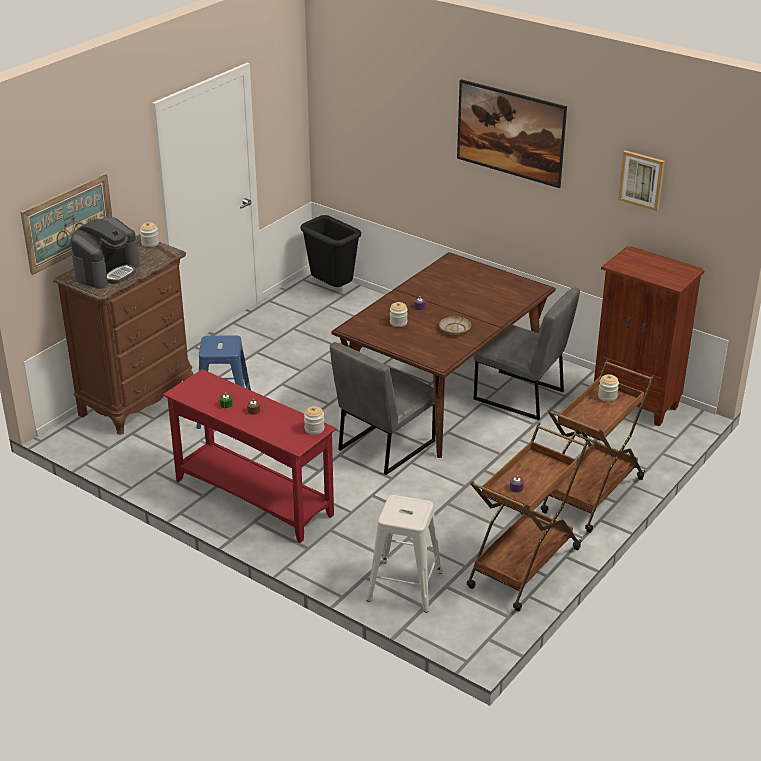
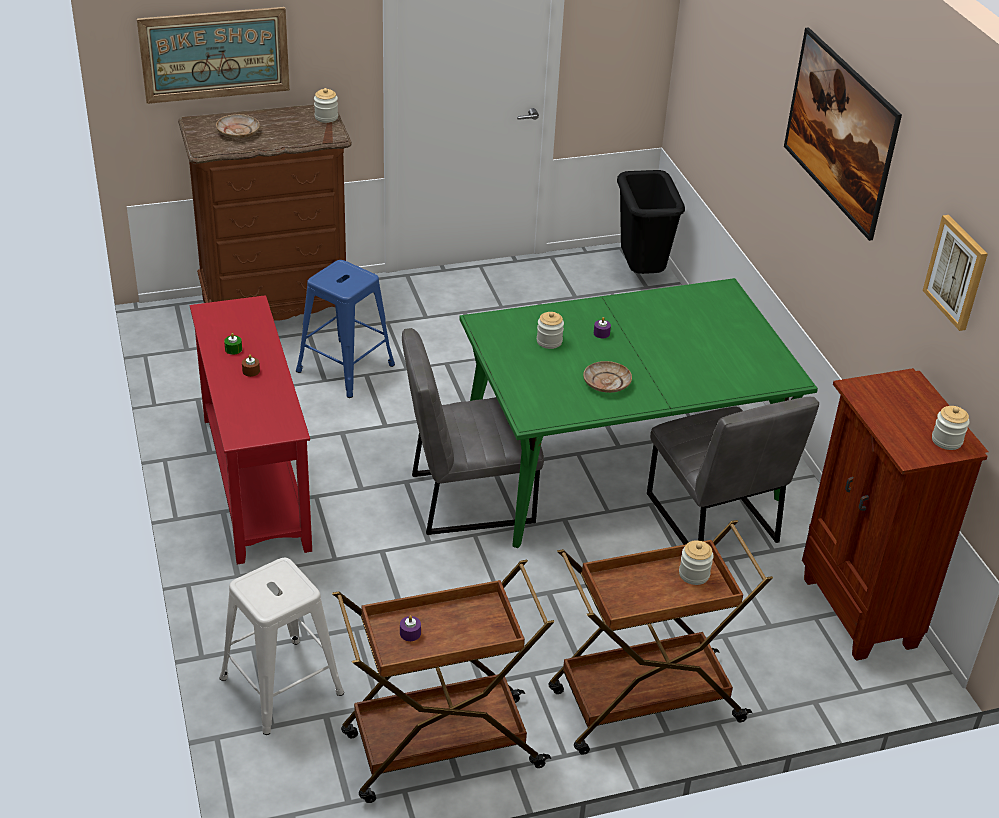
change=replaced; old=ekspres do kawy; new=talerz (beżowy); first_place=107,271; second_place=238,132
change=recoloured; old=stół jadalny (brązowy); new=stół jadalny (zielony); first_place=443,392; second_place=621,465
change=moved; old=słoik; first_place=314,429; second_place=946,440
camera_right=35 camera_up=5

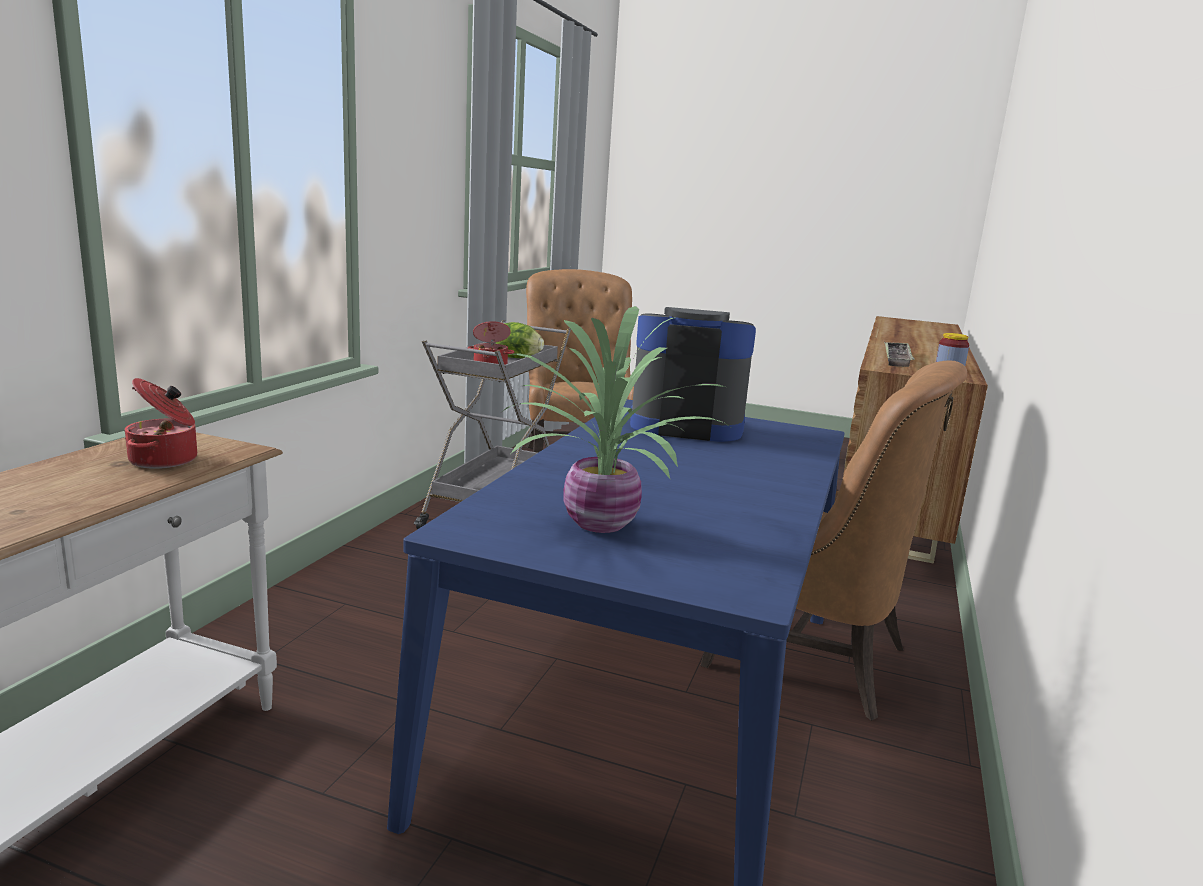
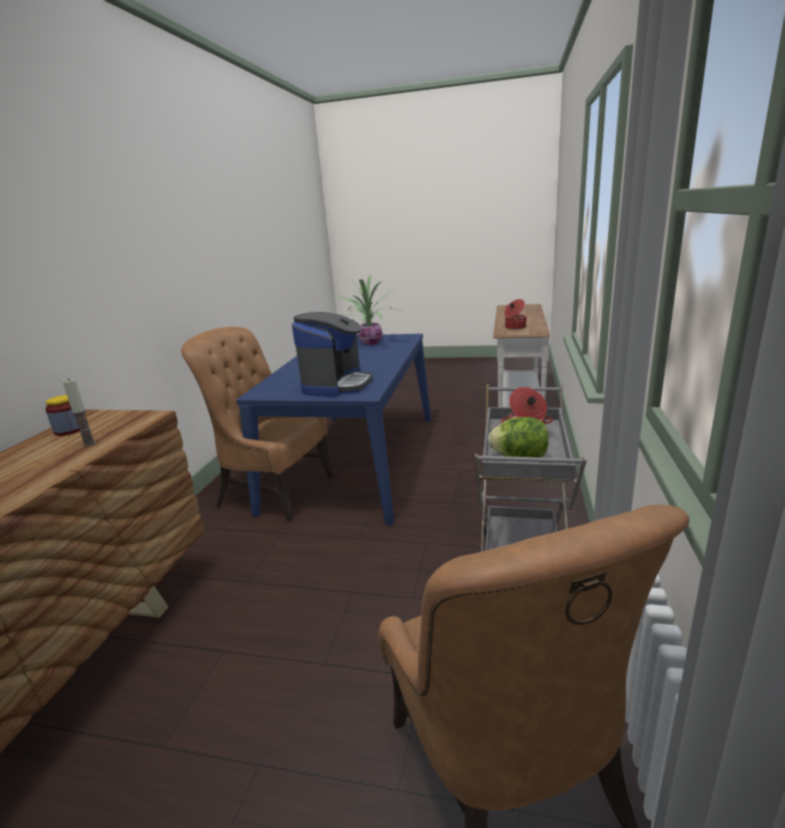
change=replaced; old=taca; new=świeca; first_place=896,358; second_place=89,444
change=turned; old=ekspres do kawy; first_place=686,425; second_place=336,385; degrees=-75
camera_right=175 camera_up=5

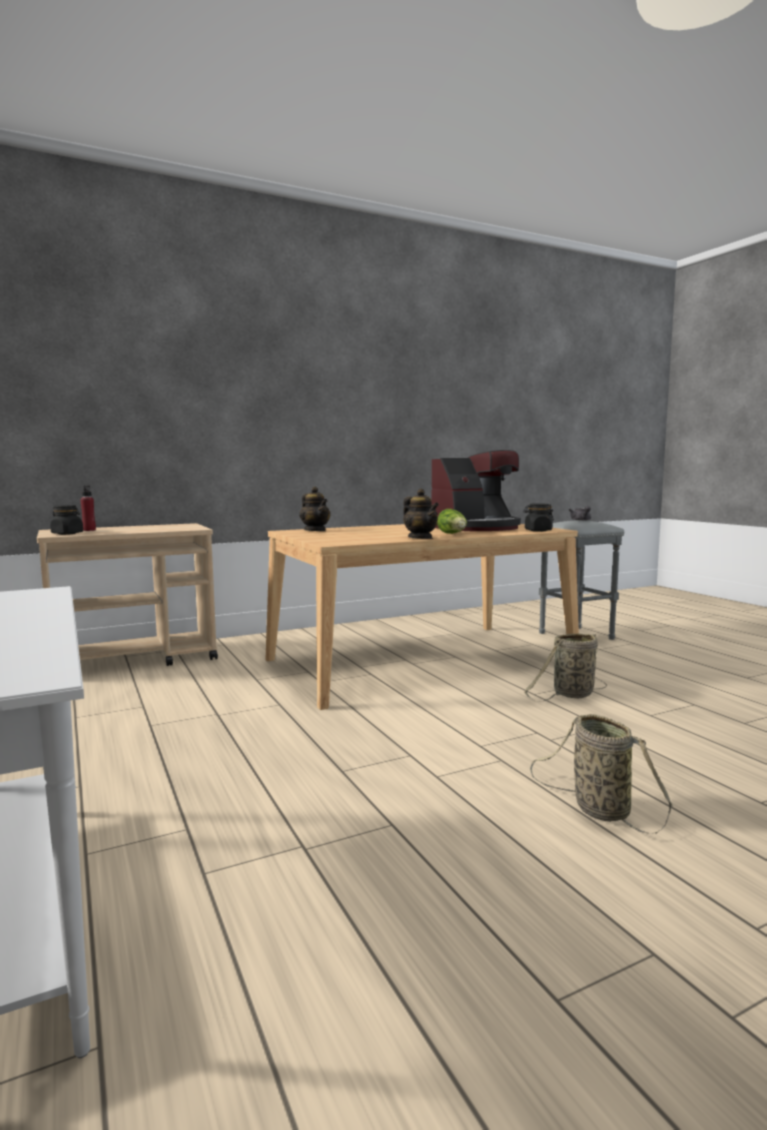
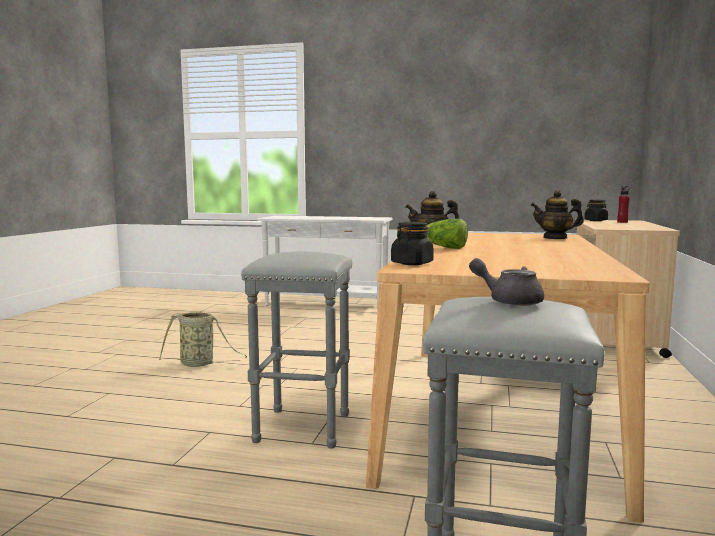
change=replaced; old=koszyk; new=stołek (szary); first_place=571,695; second_place=301,426
change=removed; old=ekspres do kawy; first_place=476,528
camera_right=130 camera_up=0

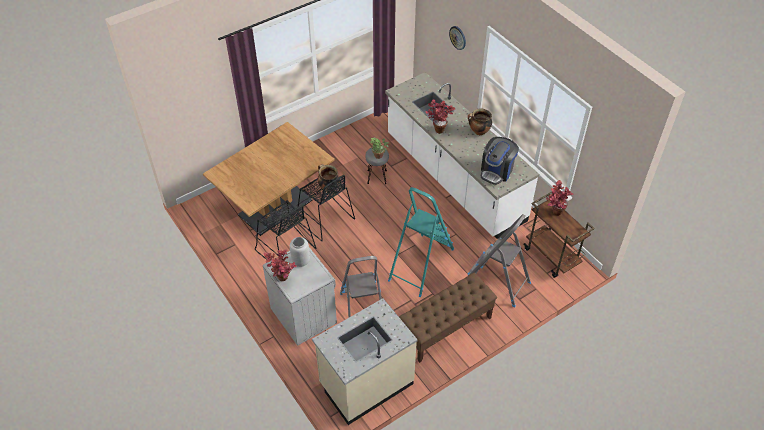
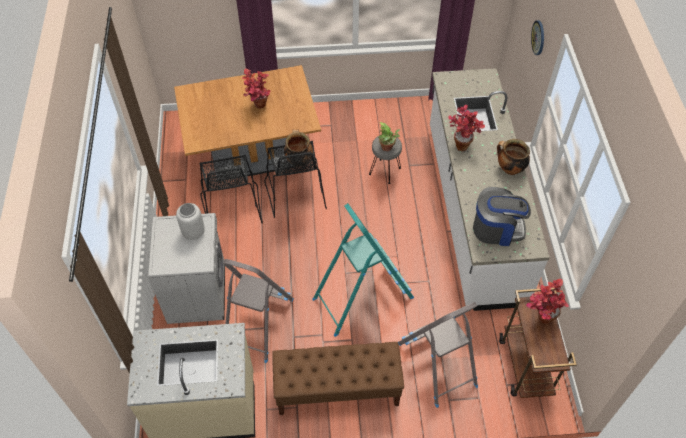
change=moved; old=roślina doniczkowa; first_place=283,280; second_place=258,108
change=turned; old=ekspres do kawy; first_place=497,171; second_place=497,229; degrees=-150
camera_right=30 camera_up=5

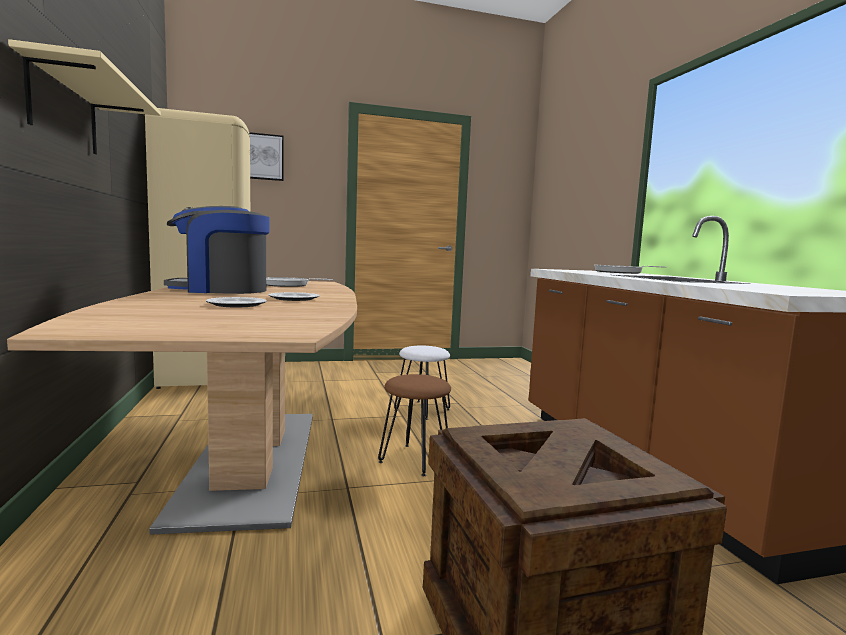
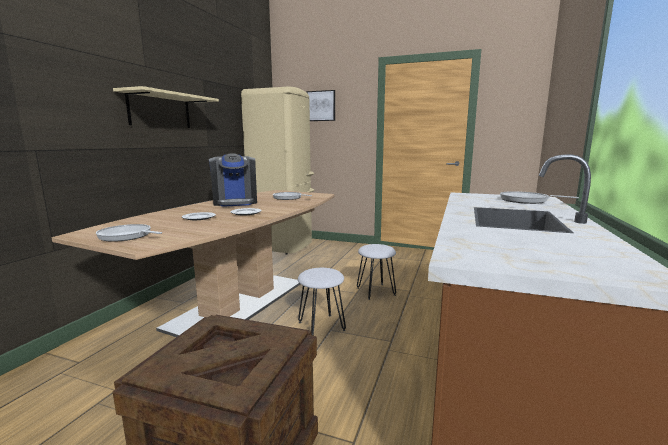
change=added; new=patelnia; second_place=127,236
change=turned; old=ekspres do kawy; first_place=221,290; second_place=235,202; degrees=-135
change=recoloured; old=stołek (brązowy); new=stołek (biały); first_place=415,459; second_place=321,326
camera_right=35 camera_up=5

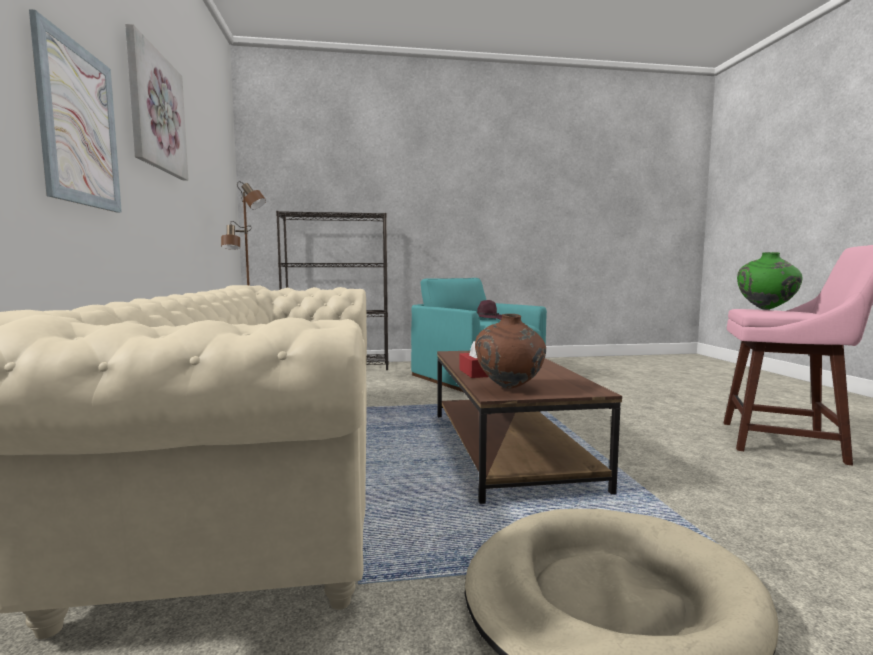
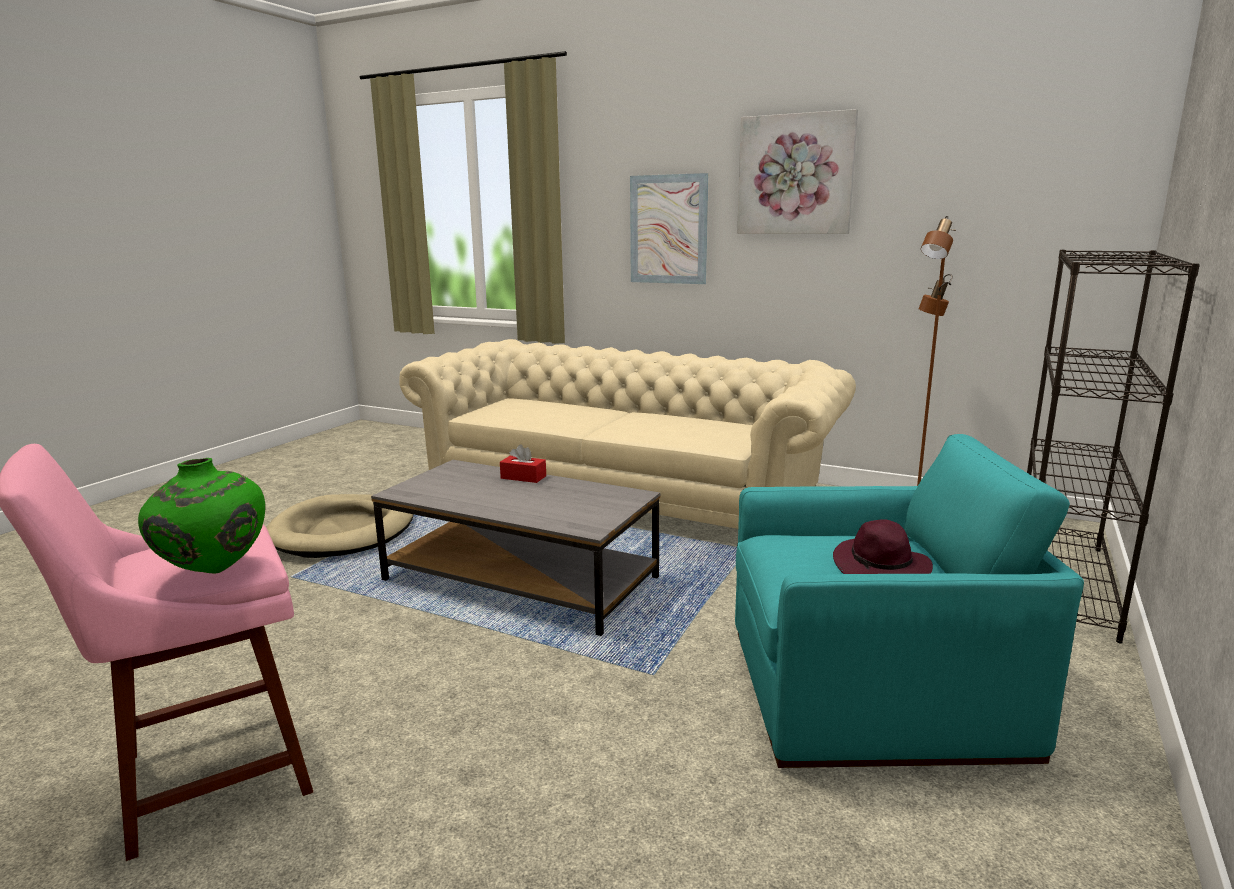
change=recoloured; old=ława (brązowy); new=ława (szary); first_place=507,448; second_place=520,578
change=removed; old=wazon (brązowy); first_place=509,388
camera_right=125 camera_up=10

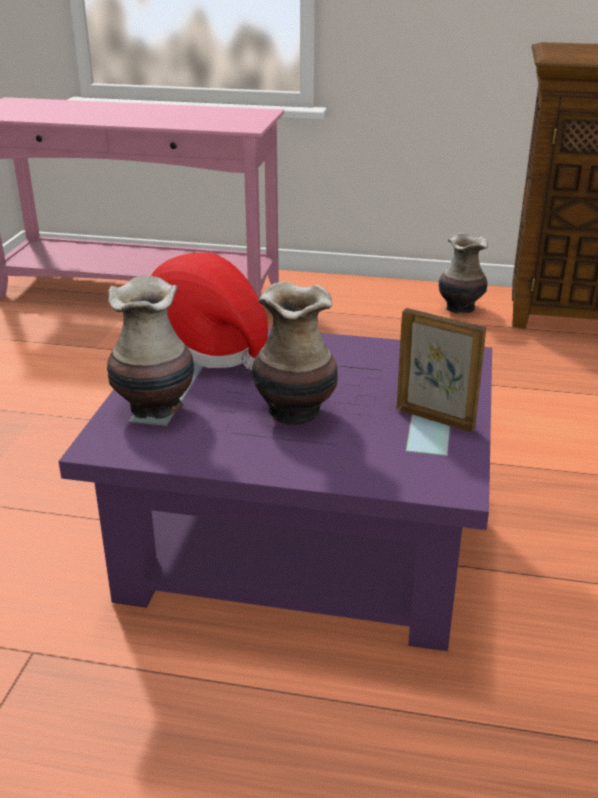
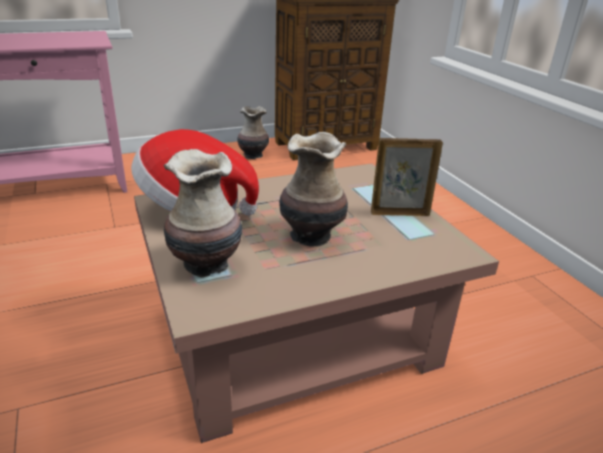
change=recoloured; old=ława (fioletowy); new=ława (brązowy); first_place=297,545; second_place=296,337
camera_right=-35 camera_up=0

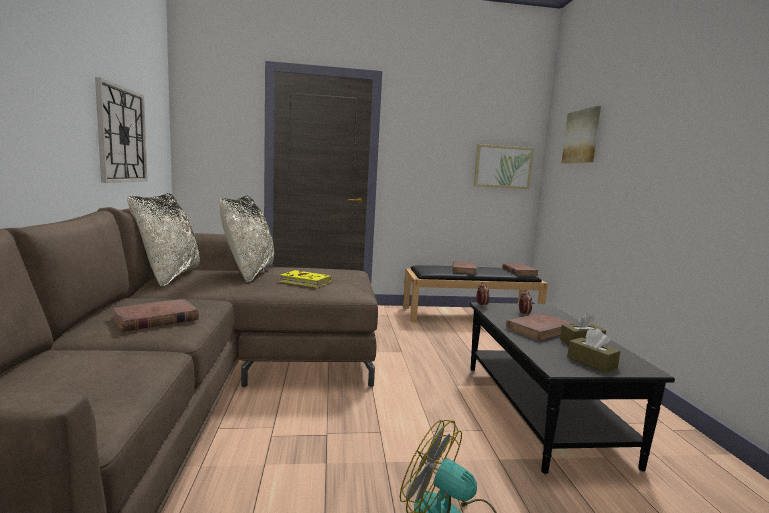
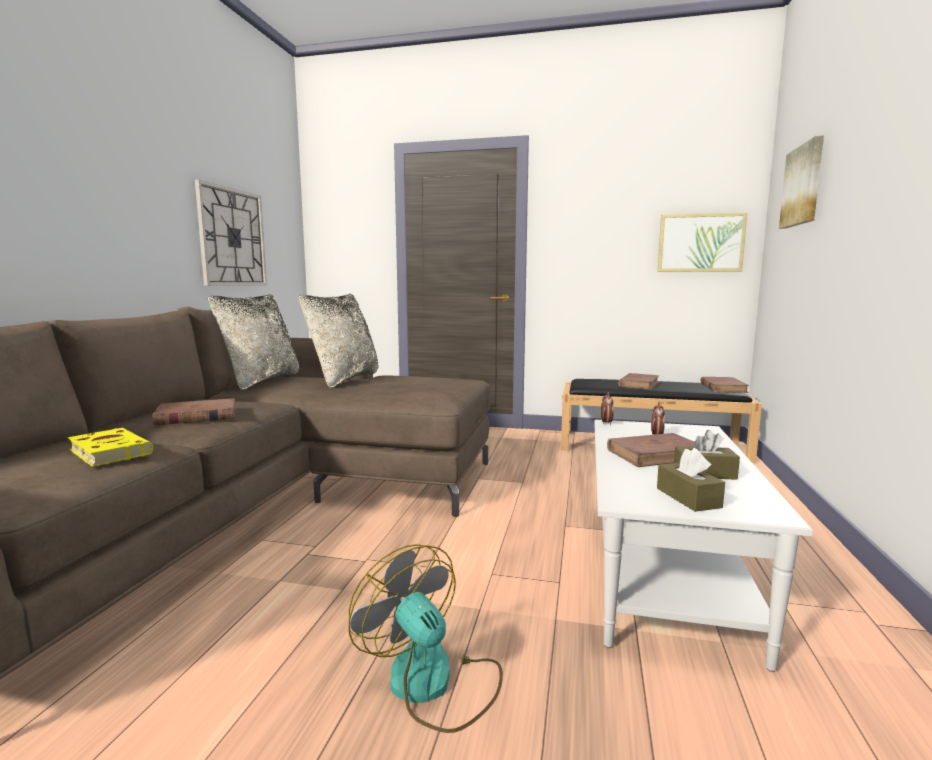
change=moved; old=książka (żółty); first_place=304,282; second_place=109,452
change=recoloured; old=ława (czarny); new=ława (biały); first_place=540,410; second_place=663,569
camera_right=20 camera_up=0

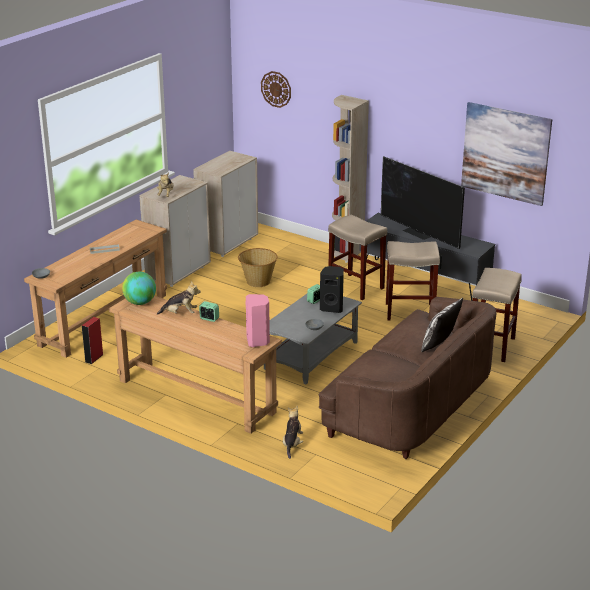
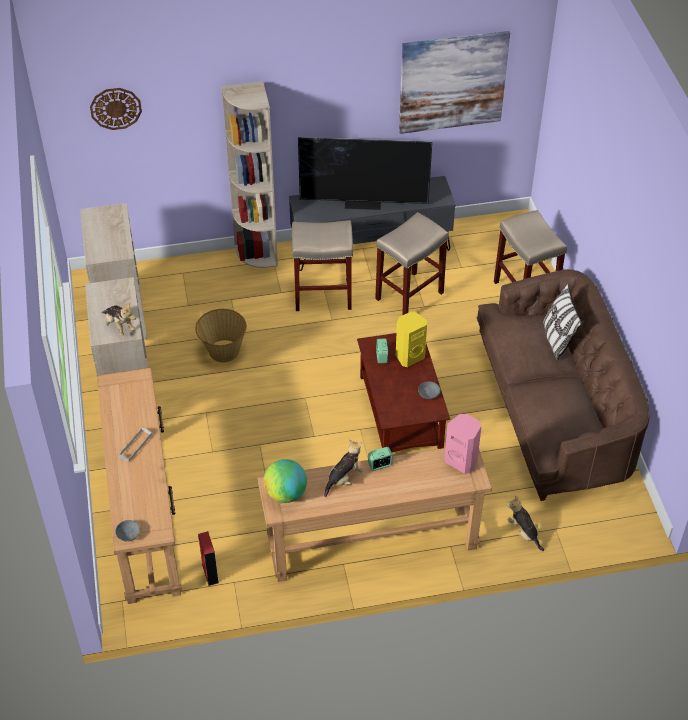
change=recoloured; old=ława (szary); new=ława (brązowy); first_place=311,356; second_place=401,415
change=recoloured; old=głośnik (czarny); new=głośnik (żółty); first_place=332,308; second_place=409,356
camera_right=-45 camera_up=20

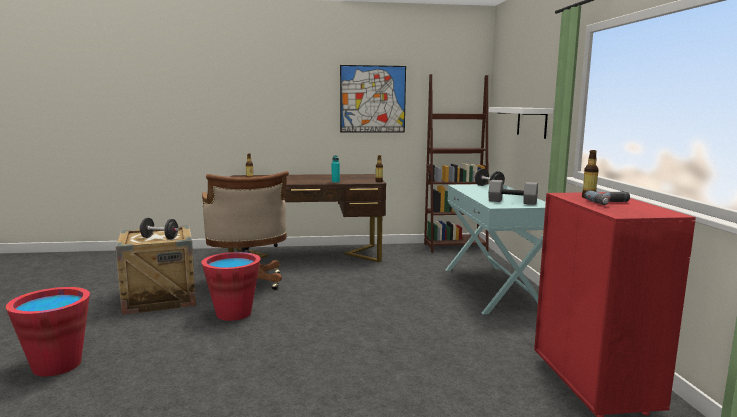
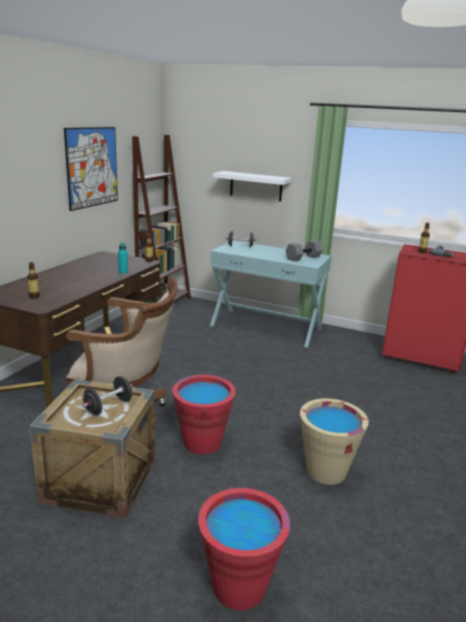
change=added; new=wiadro (beżowy); second_place=326,471
camera_right=-60 camera_up=10

